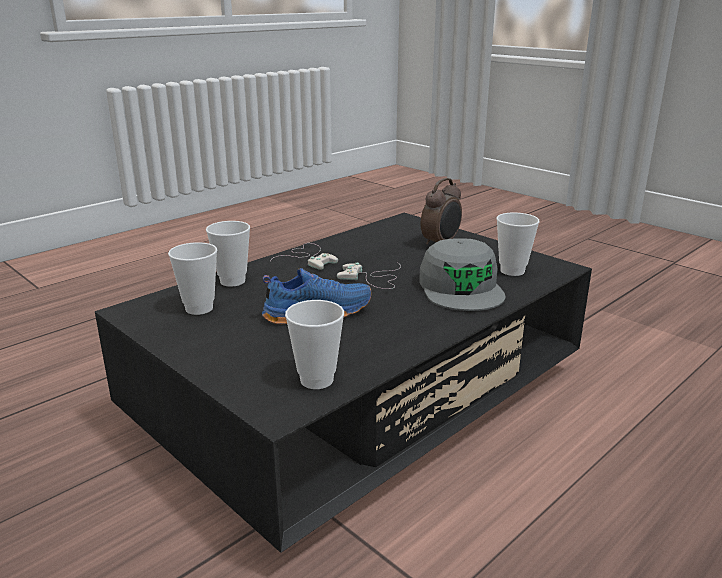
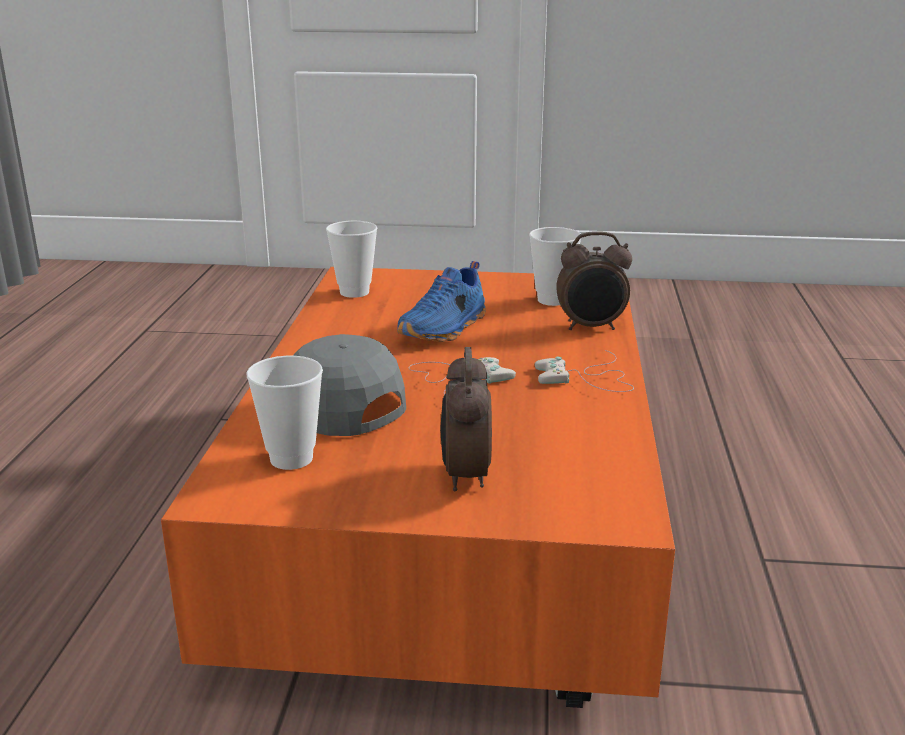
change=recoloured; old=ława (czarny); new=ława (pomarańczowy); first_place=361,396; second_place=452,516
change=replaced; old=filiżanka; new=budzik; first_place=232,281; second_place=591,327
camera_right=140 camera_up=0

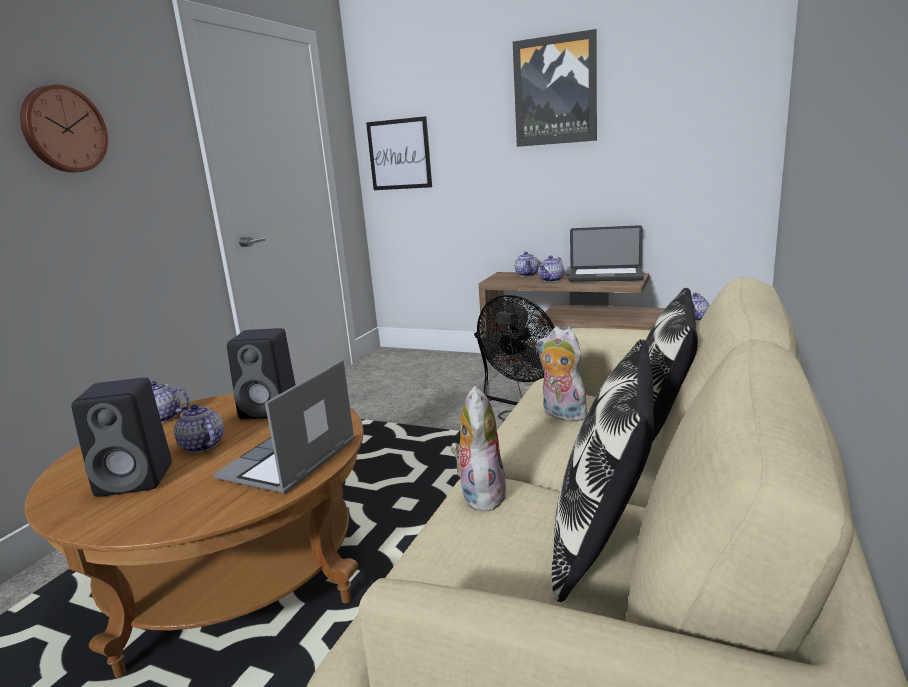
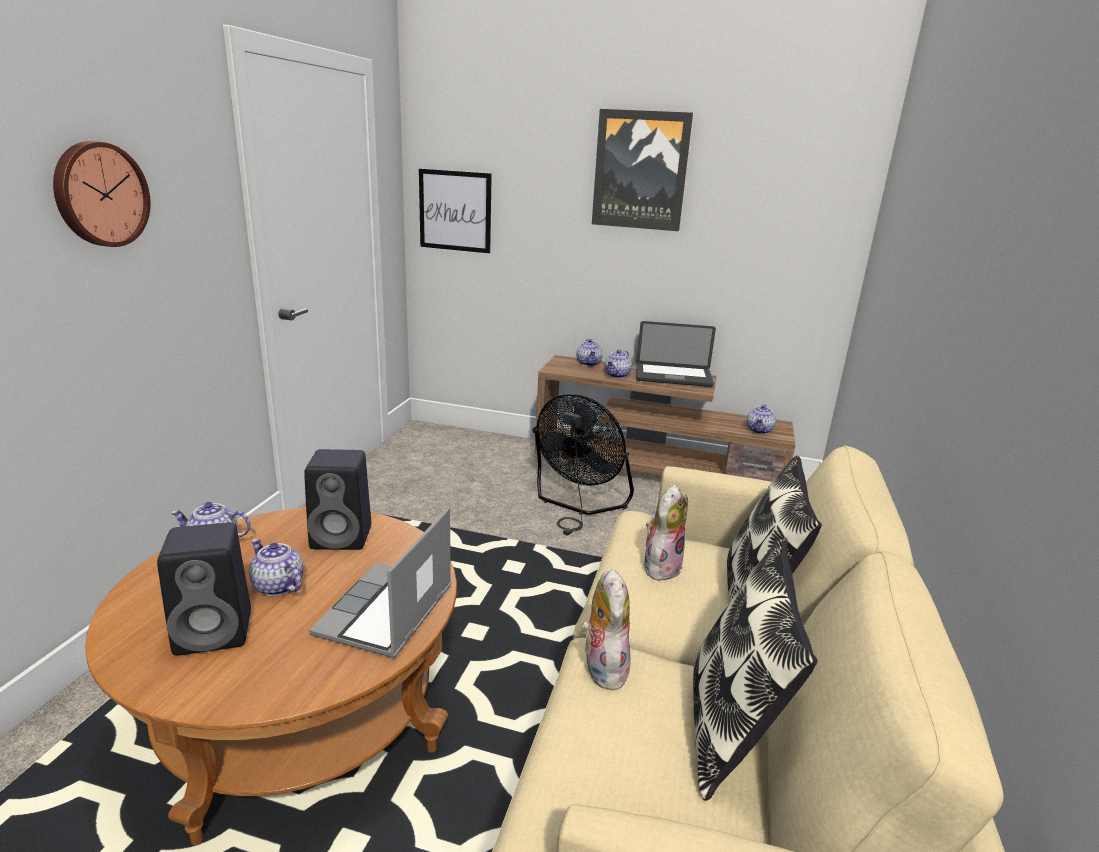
change=turned; old=pluszak; first_place=561,415; second_place=661,566; degrees=90
camera_right=-10 camera_up=5

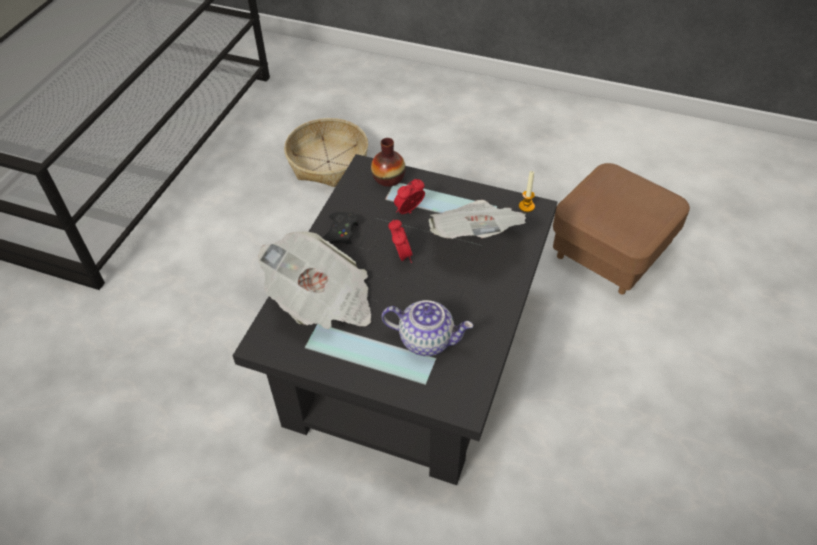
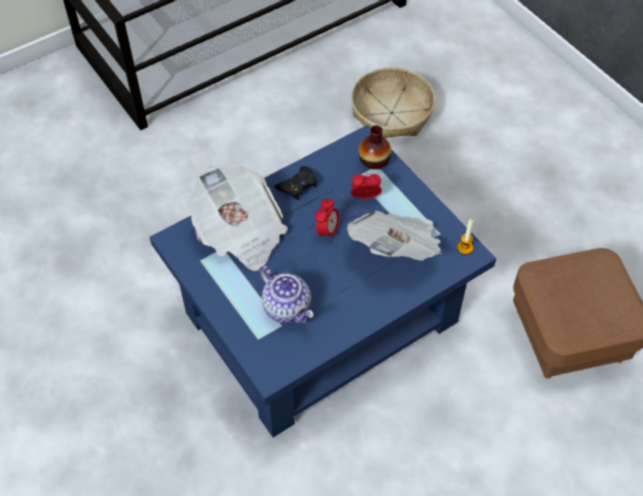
change=recoloured; old=ława (czarny); new=ława (niebieski); first_place=409,354; second_place=321,316
camera_right=35 camera_up=5

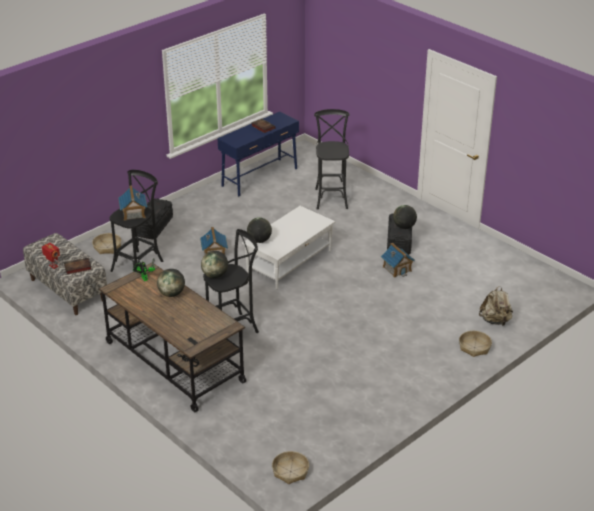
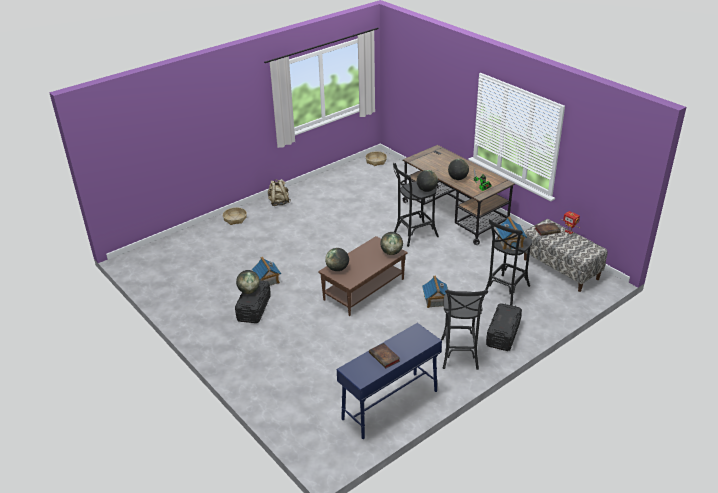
change=moved; old=plecak (beżowy); first_place=495,321; second_place=279,202
change=recoloured; old=ława (biały); new=ława (brązowy); first_place=289,262; second_place=363,290
change=added; new=globus; second_place=337,269
change=moved; old=stołek (czarny); first_place=331,197; second_place=459,355
change=removed; old=koszyk; first_place=107,247
camera_right=-175 camera_up=0

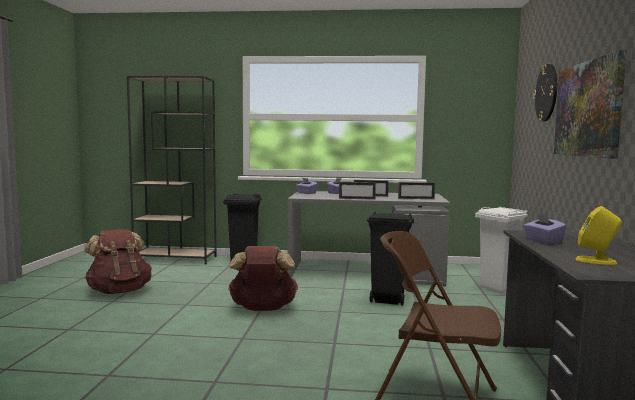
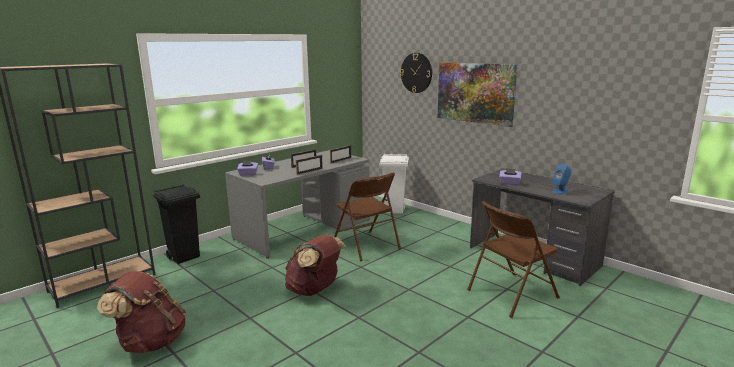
change=replaced; old=kosz na śmieci (czarny); new=krzesło (brązowy); first_place=387,301; second_place=365,245
change=recoloured; old=głośnik (żółty); new=głośnik (niebieski); first_place=596,261; second_place=560,191
camera_right=-50 camera_up=10

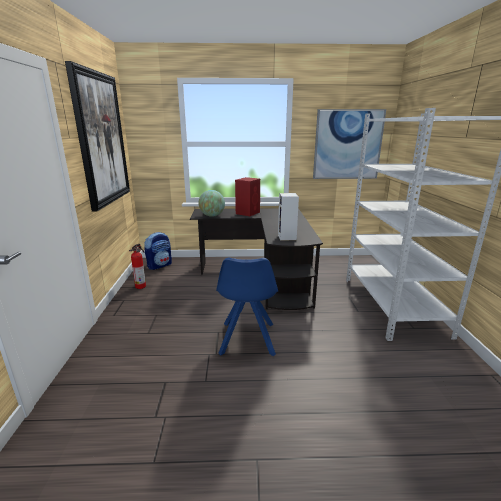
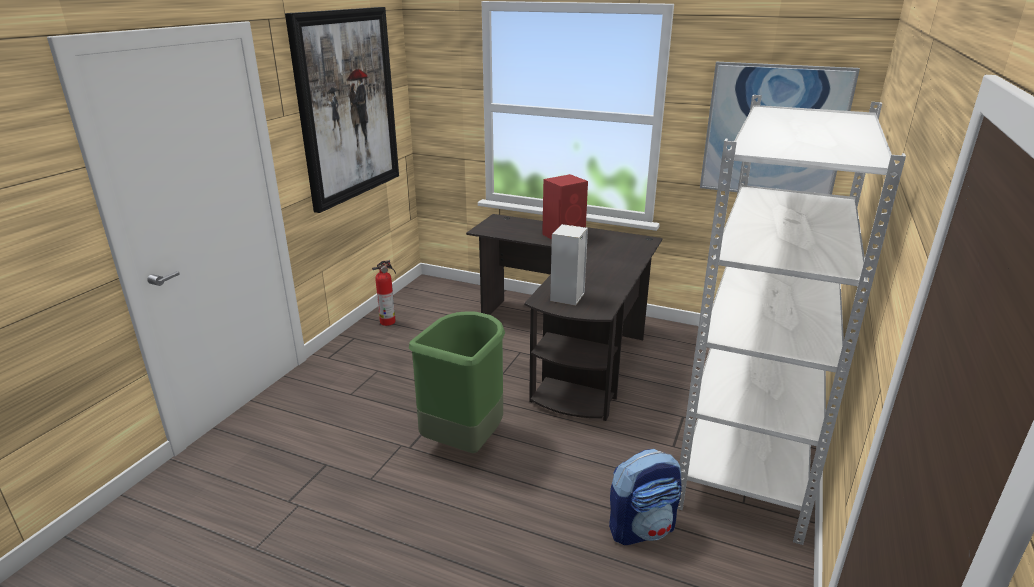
change=replaced; old=krzesło (niebieski); new=kosz na śmieci (zielony); first_place=247,339; second_place=464,440
change=moved; old=plecak; first_place=160,265; second_place=642,528
change=removed; old=globus; first_place=212,216
camera_right=25 camera_up=5

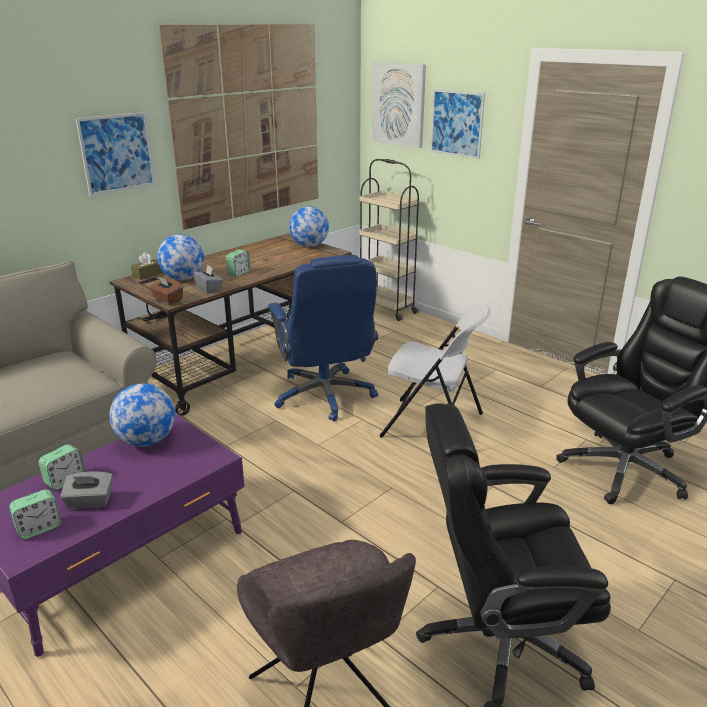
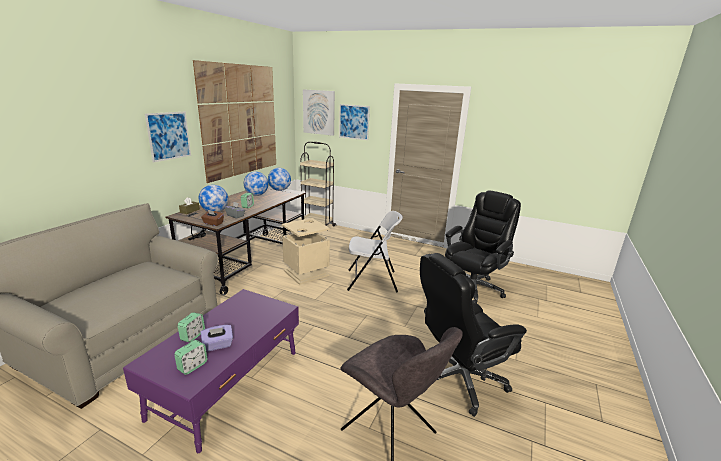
change=recoloured; old=pudełko chusteczek (szary); new=pudełko chusteczek (fioletowy); first_place=90,502; second_place=218,345
change=moved; old=globus; first_place=146,441; second_place=256,195
change=replaced; old=krzesło biurowe (niebieski); new=kosz na śmieci (beżowy); first_place=325,396; second_place=306,273
camera_right=-20 camera_up=-5

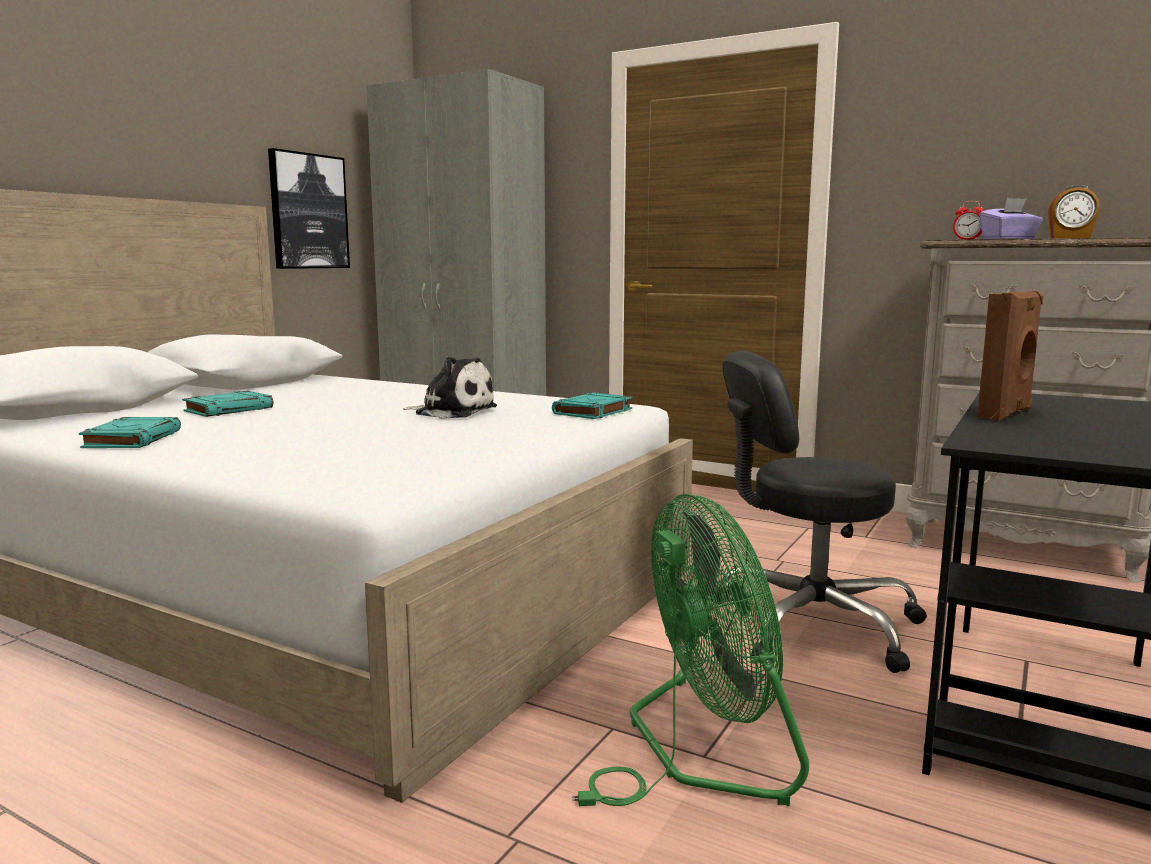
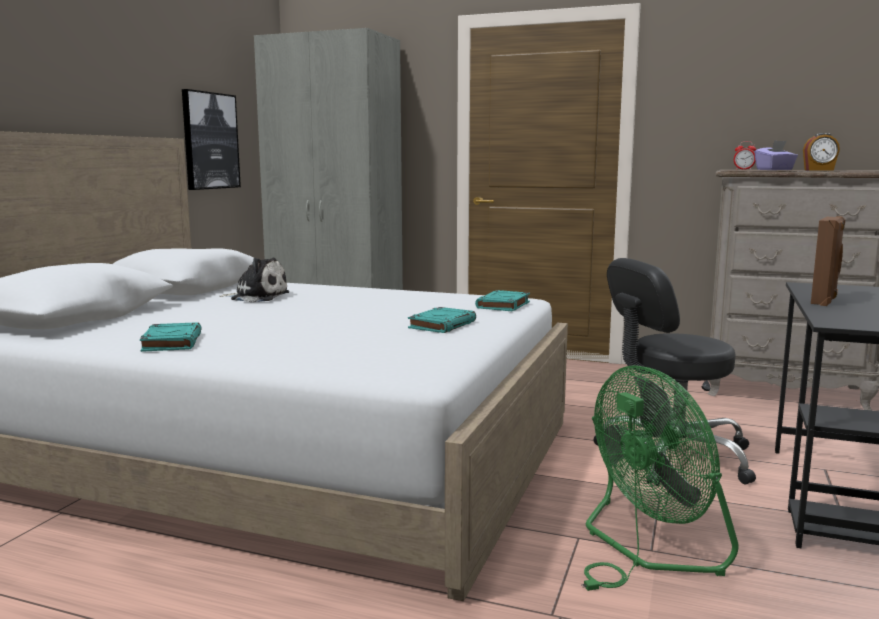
change=moved; old=pluszak; first_place=452,412; second_place=257,297
change=moved; old=książka (turkusowy); first_place=229,409; second_place=442,325
camera_right=-10 camera_up=0

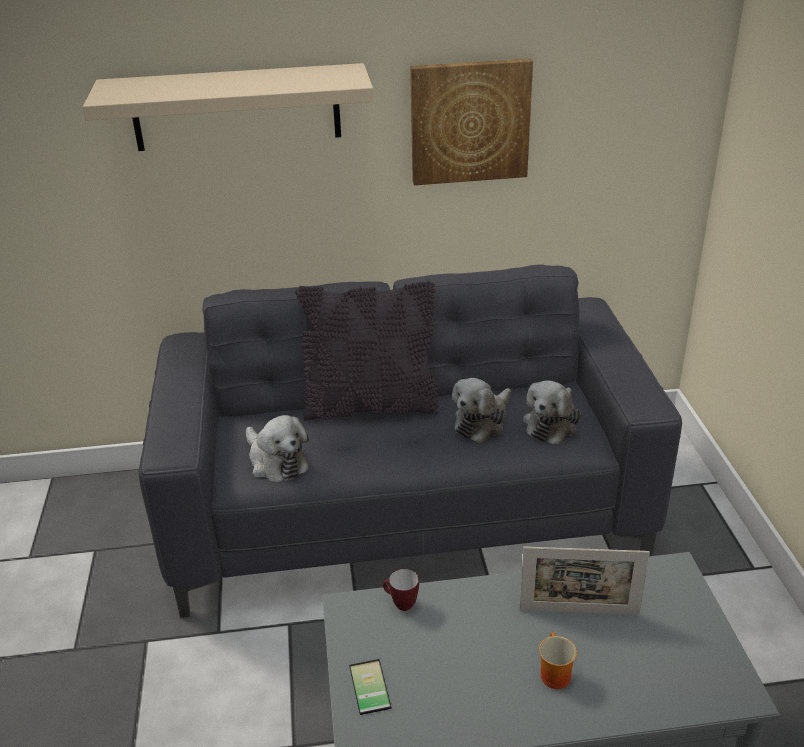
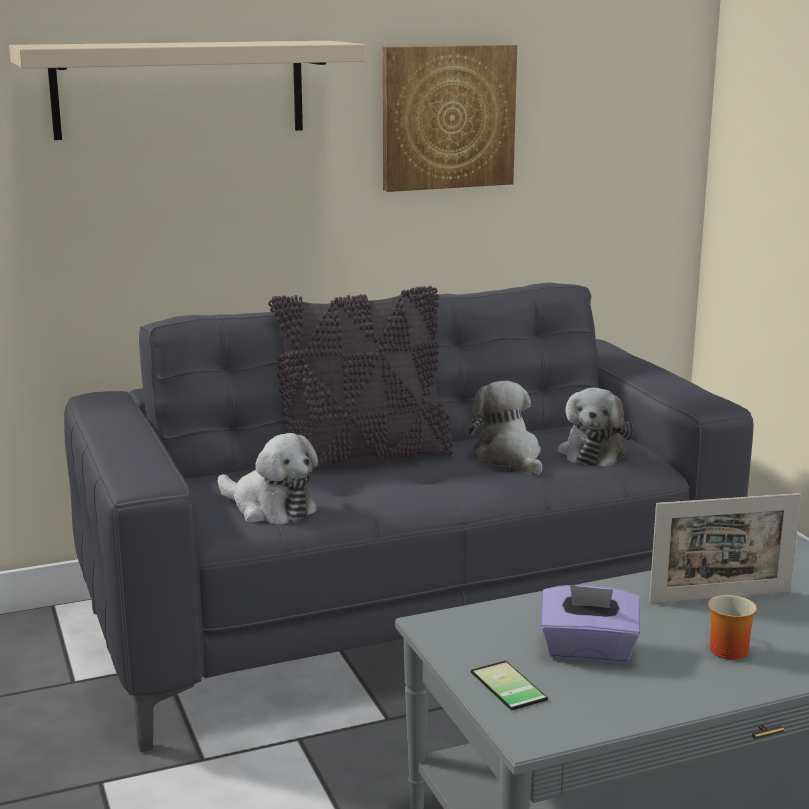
change=turned; old=pluszak; first_place=482,422; second_place=509,457; degrees=135
change=added; new=pudełko chusteczek (fioletowy); second_place=588,651
change=removed; old=kubek; first_place=400,604
camera_right=-15 camera_up=-15

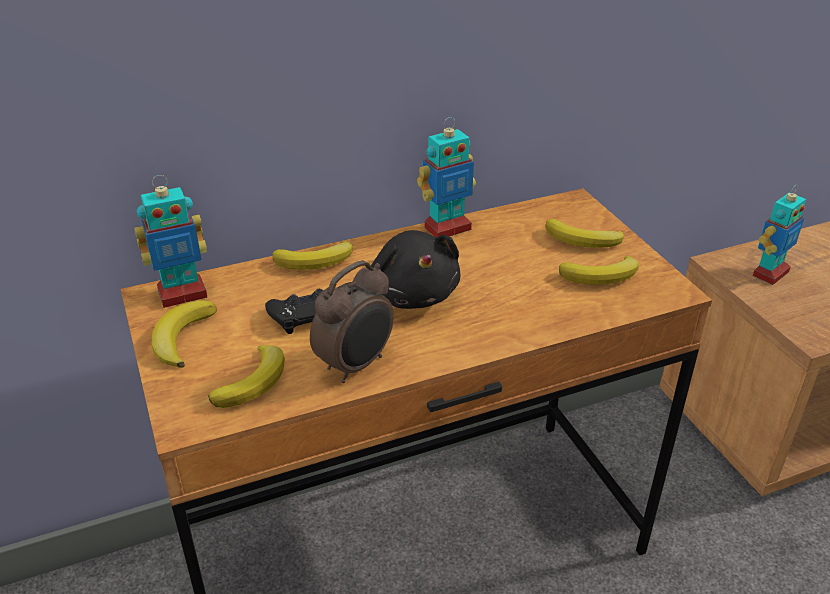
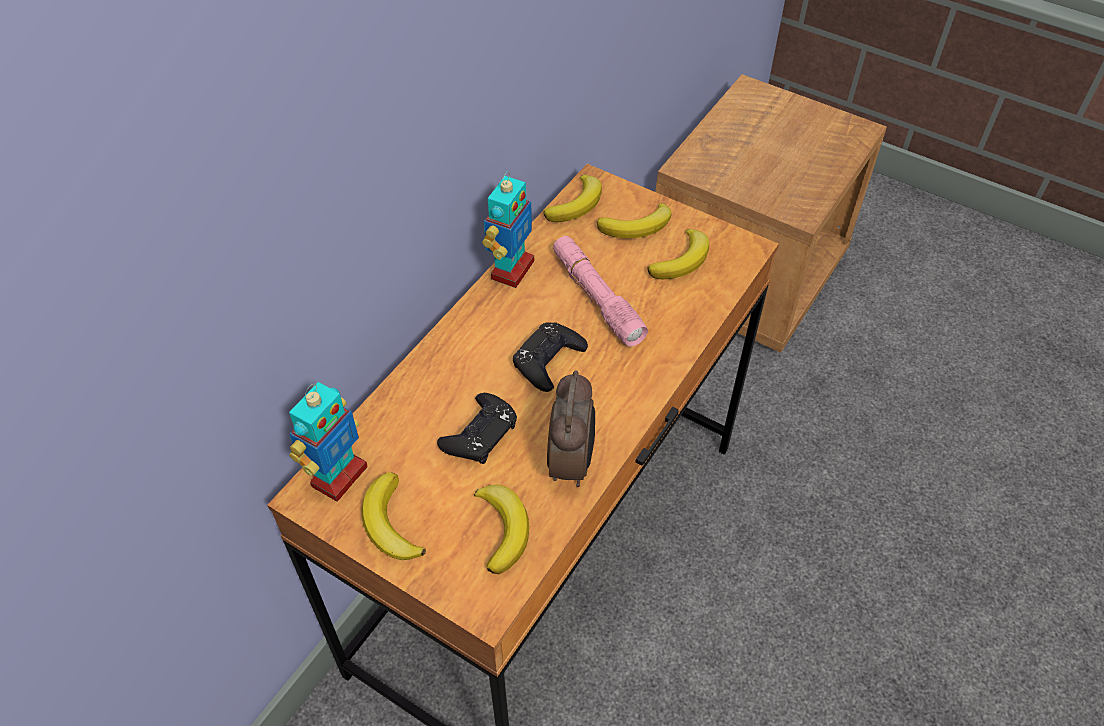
change=replaced; old=pluszak (czarny); new=pad do gier (czarny); first_place=412,293; second_place=548,361
change=moved; old=banan; first_place=316,261; second_place=577,204
change=added; new=latarka (różowy); second_place=596,297
change=removed; old=robot zabawkowy; first_place=769,273
camera_right=-35 camera_up=15

